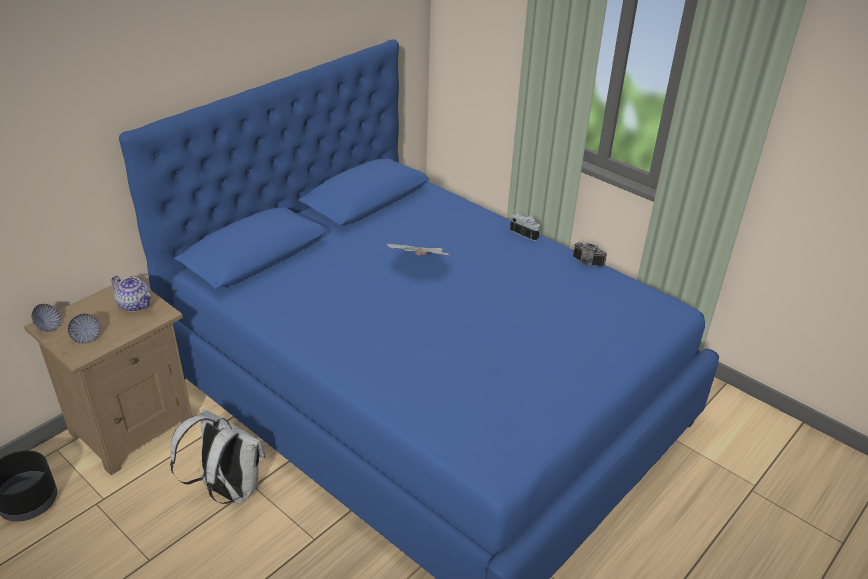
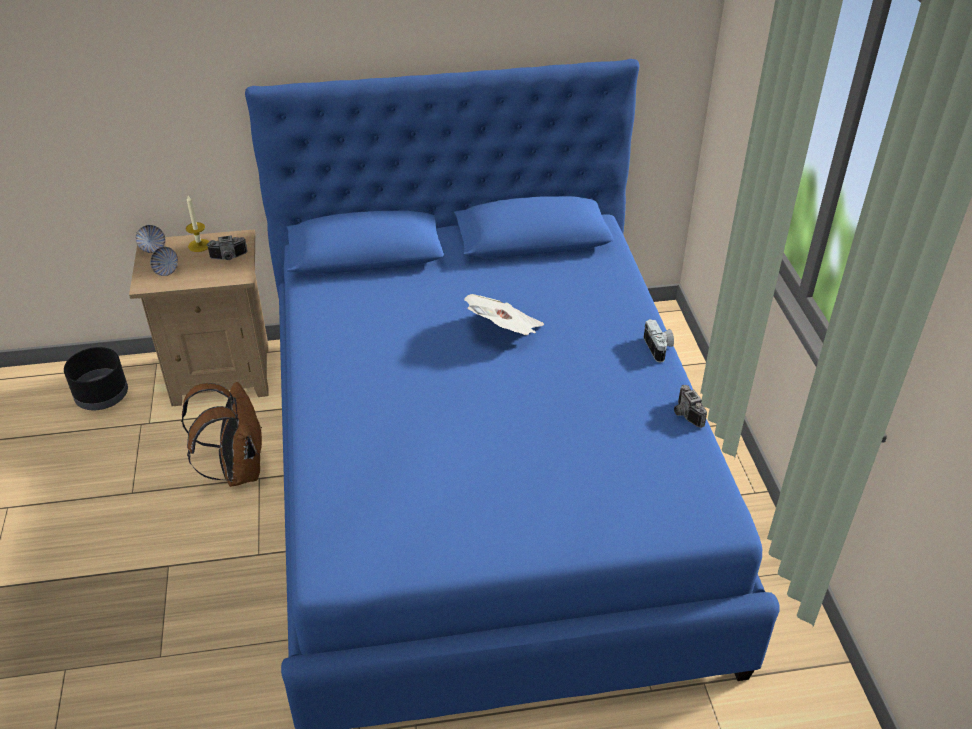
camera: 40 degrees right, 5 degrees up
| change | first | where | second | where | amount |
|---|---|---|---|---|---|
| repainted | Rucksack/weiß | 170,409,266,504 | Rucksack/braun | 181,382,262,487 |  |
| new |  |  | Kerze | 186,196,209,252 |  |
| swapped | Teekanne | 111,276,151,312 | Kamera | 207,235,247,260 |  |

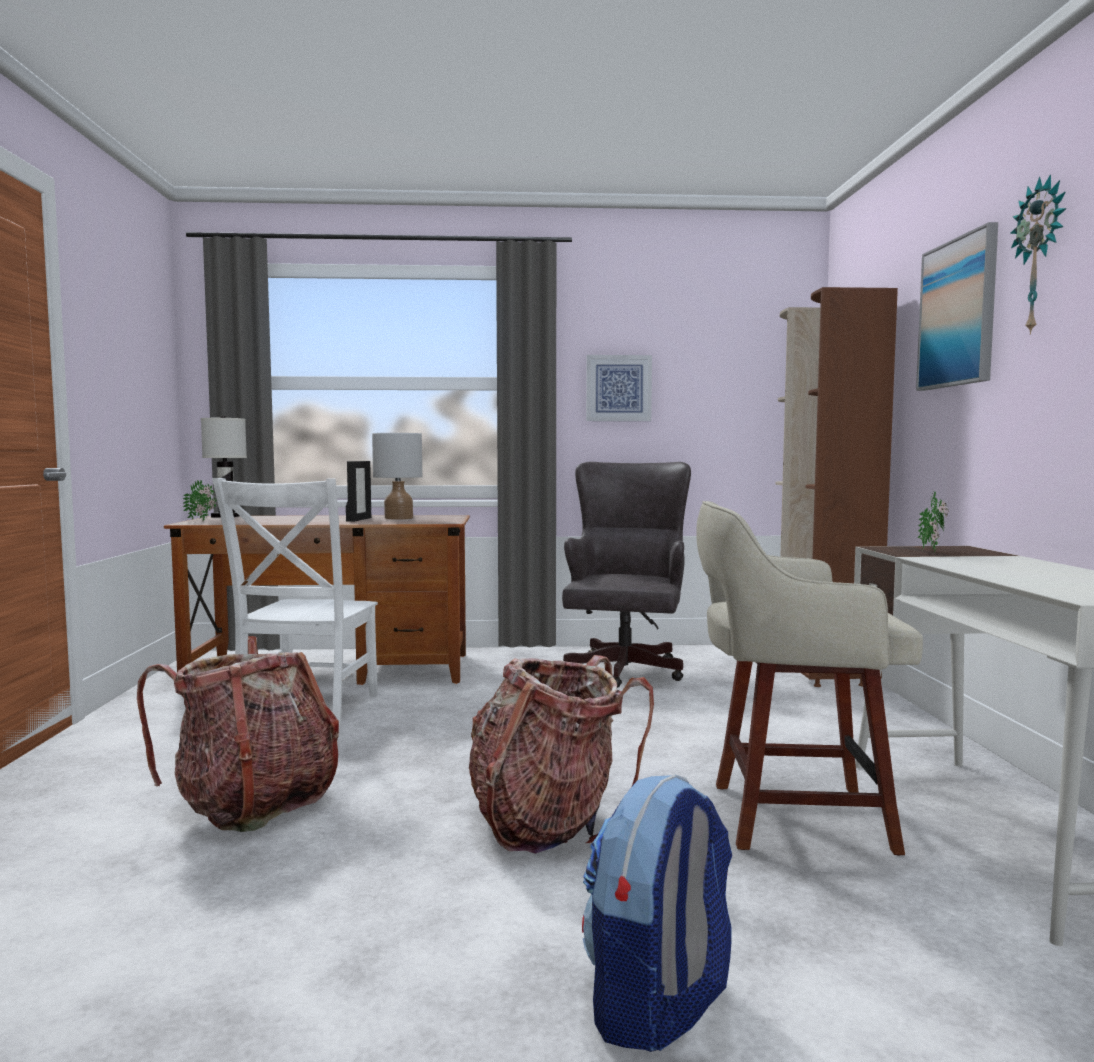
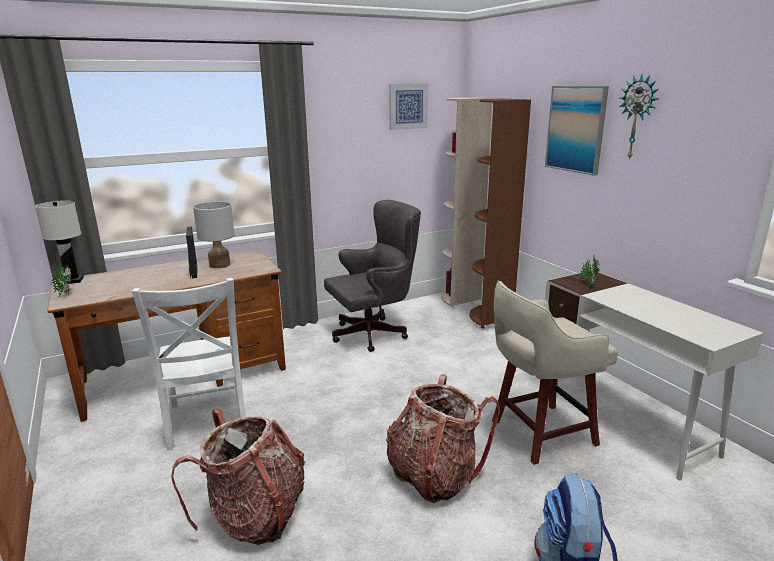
camera: 25 degrees left, 15 degrees up
| change | first | where | second | where | amount |
|---|---|---|---|---|---|
| rotated | Bürostuhl/grau | 562,462,691,688 |  | 324,200,421,352 | 75 degrees clockwise |
| shifted | Bild | 586,355,652,421 |  | 389,83,428,130 |  |

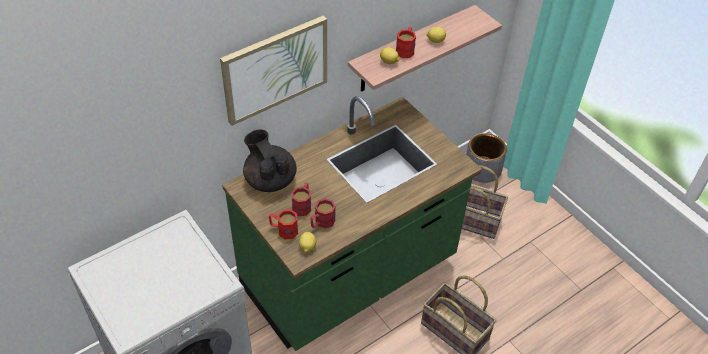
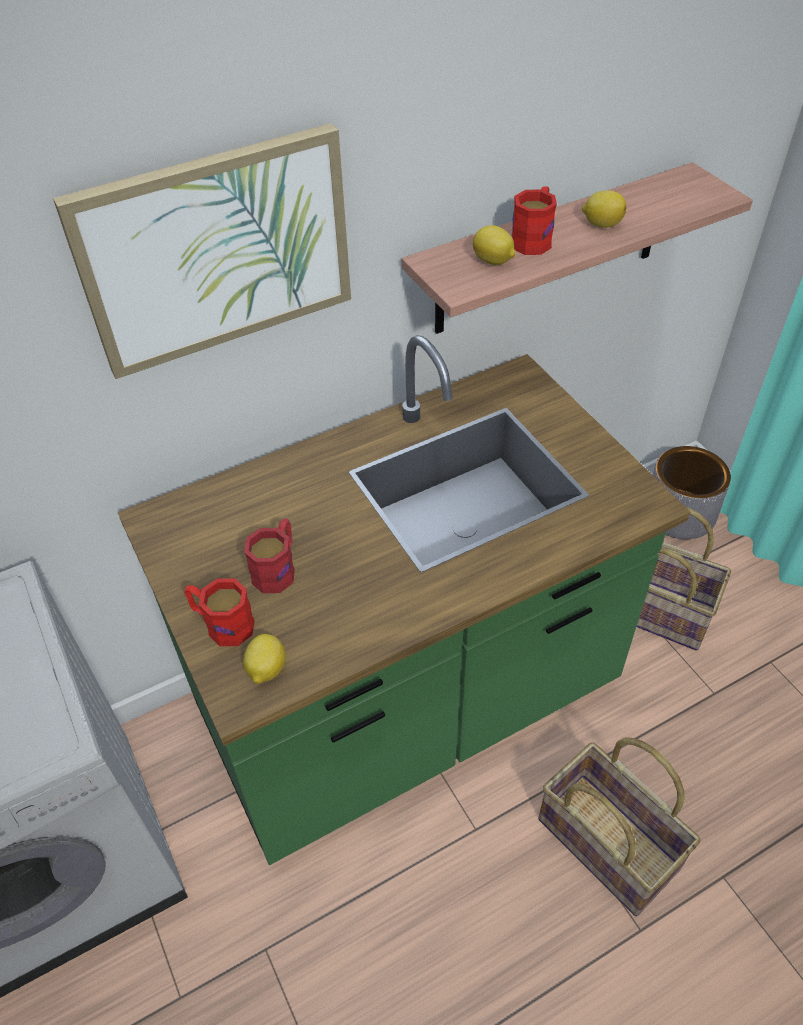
camera: 10 degrees right, 0 degrees up
| change | first | where | second | where | amount |
|---|---|---|---|---|---|
| gone | Teekanne/schwarz | 243,129,297,192 |  |  |  |
| gone | Henkelbecher/rot | 310,198,336,229 |  |  |  |

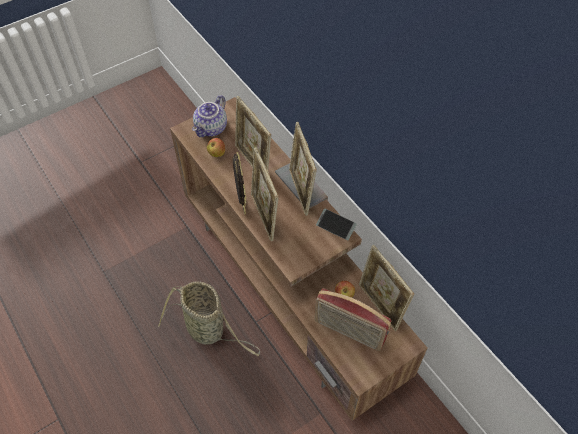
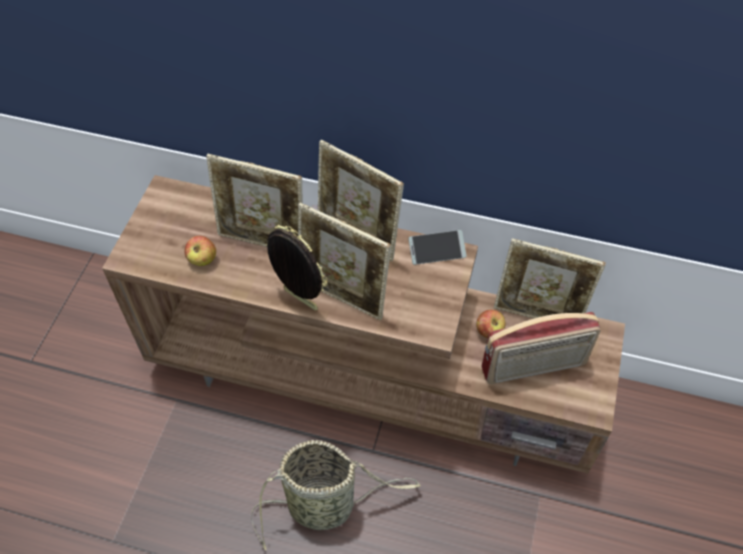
camera: 40 degrees left, 0 degrees up
| change | first | where | second | where | amount |
|---|---|---|---|---|---|
| gone | Teekanne | 192,95,227,137 |  |  |  |

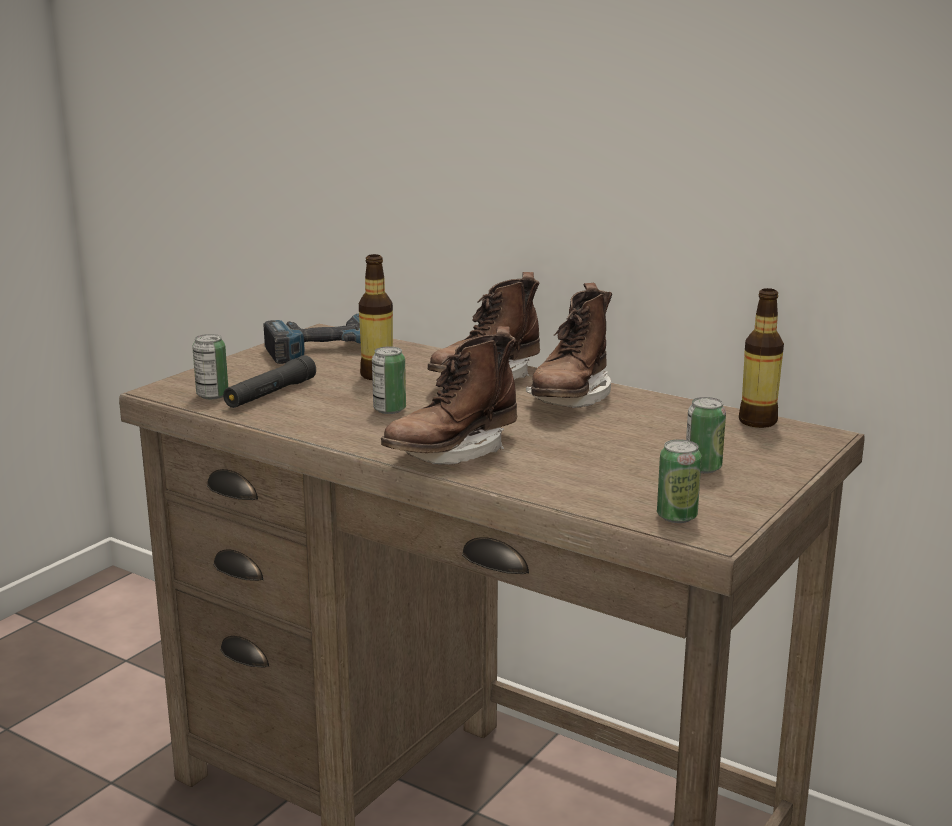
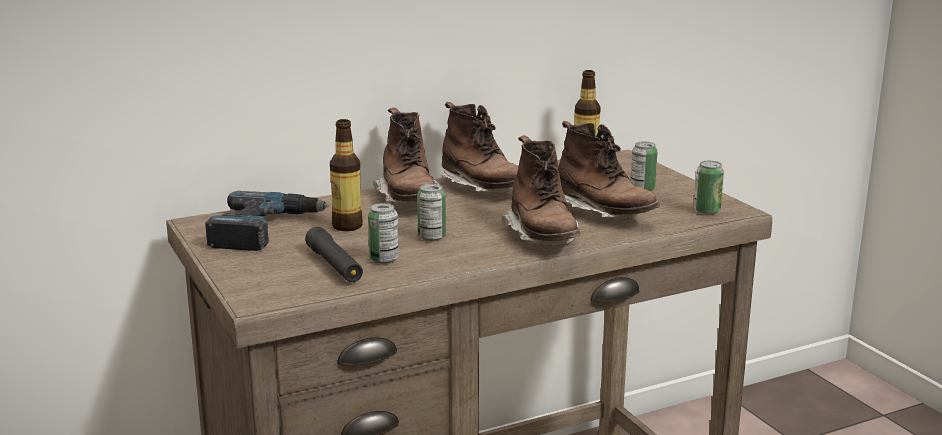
camera: 60 degrees left, 0 degrees up
| change | first | where | second | where | amount |
|---|---|---|---|---|---|
| shifted | Dose | 192,334,228,399 |  | 368,203,399,264 |  |
| new |  |  | Stiefel/braun | 558,121,660,220 |  |

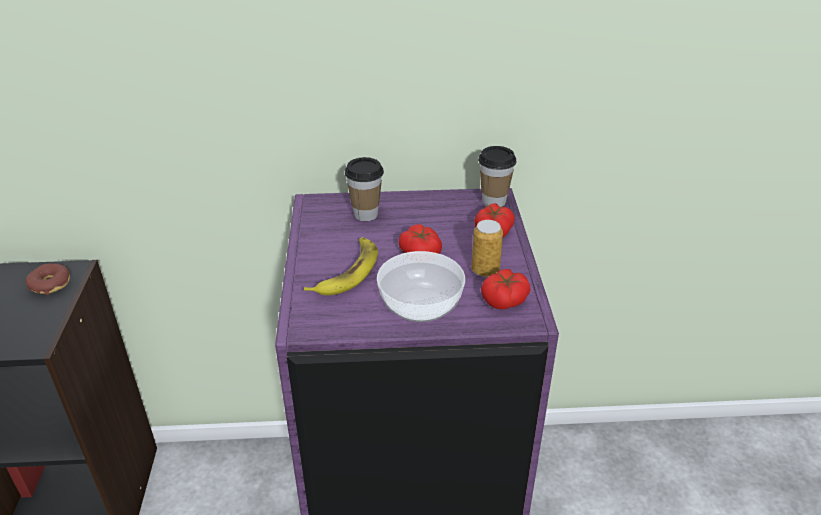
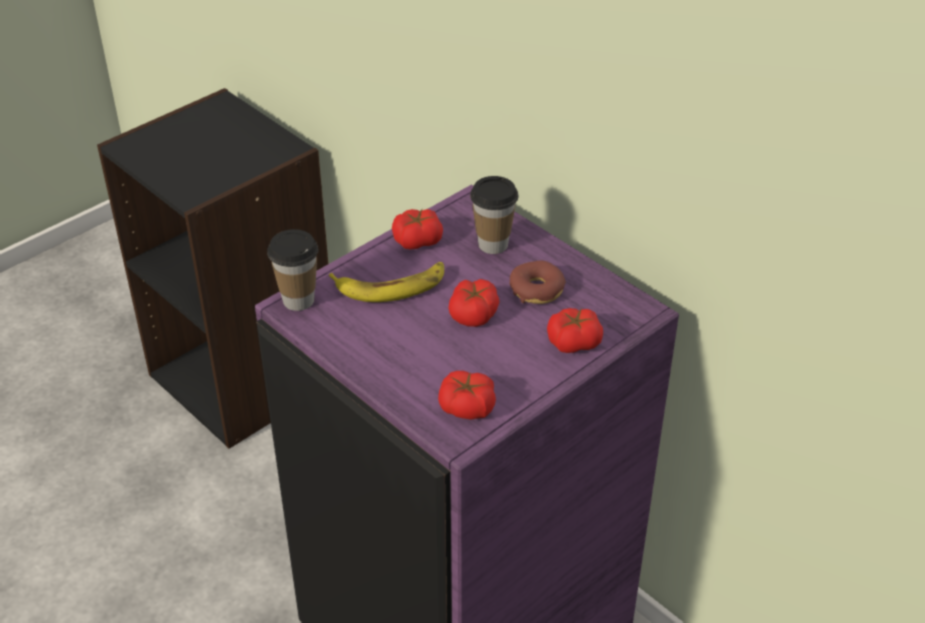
camera: 50 degrees right, 5 degrees up
| change | first | where | second | where | amount |
|---|---|---|---|---|---|
| shifted | Tasse | 478,146,516,207 |  | 267,229,318,311 |  |
| new |  |  | Tomate | 392,209,443,249 |  |
| shifted | Donut | 26,263,70,295 |  | 509,261,566,304 |  |
| gone | Schüssel | 377,251,465,322 |  |  |  |
| gone | Dose | 472,220,503,277 |  |  |  |

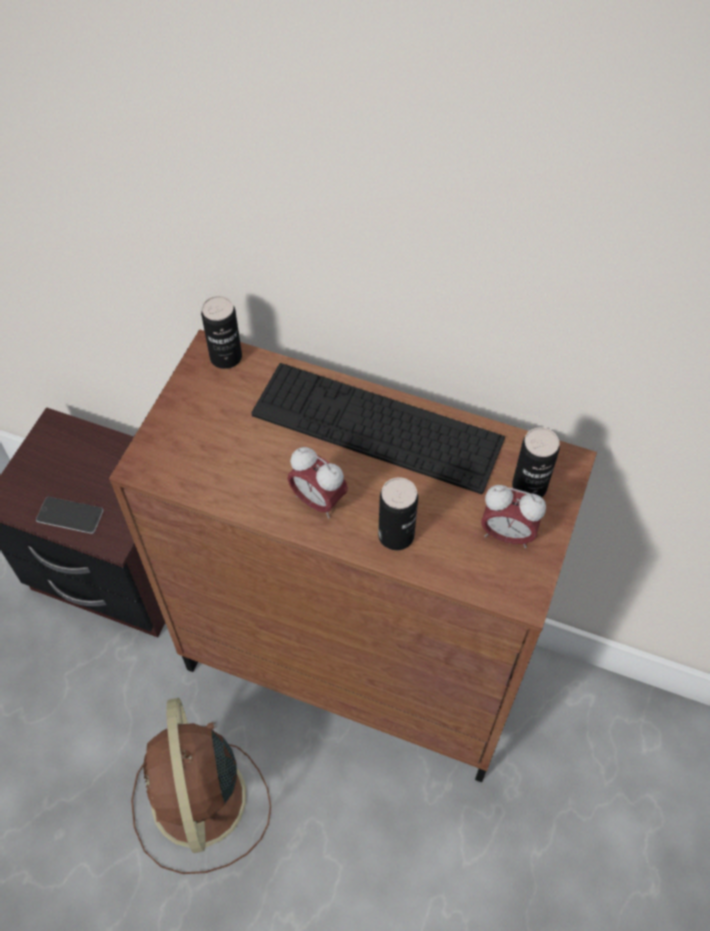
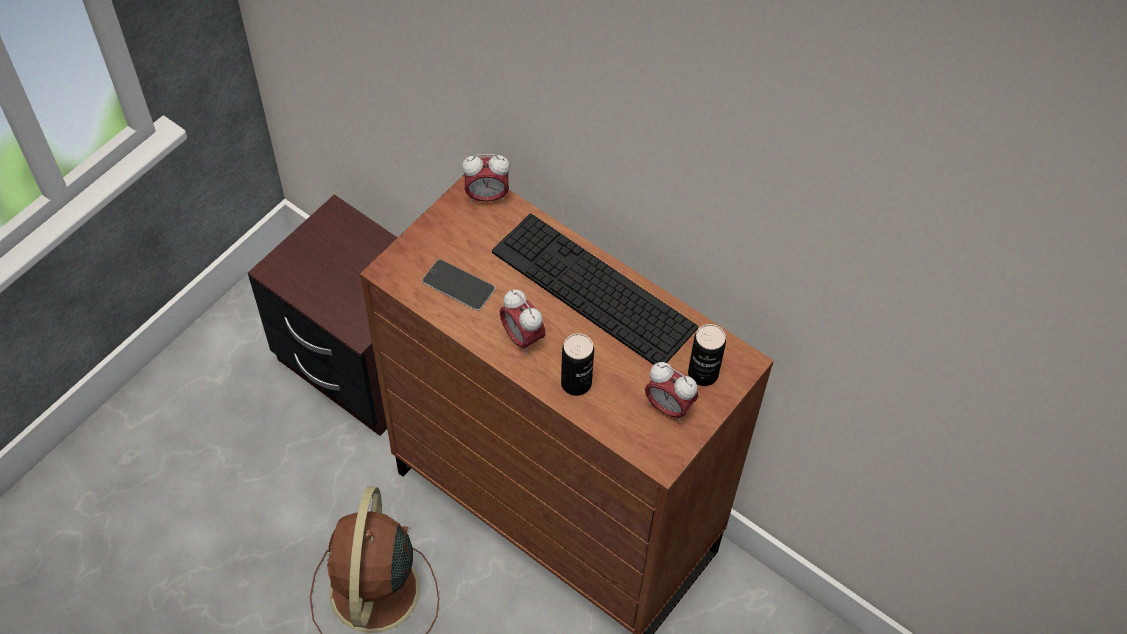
camera: 15 degrees right, 0 degrees up
| change | first | where | second | where | amount |
|---|---|---|---|---|---|
| shifted | Handy | 36,497,104,534 |  | 422,259,495,311 |  |
| swapped | Dose | 201,296,242,369 | Wecker | 462,154,510,203 |  |

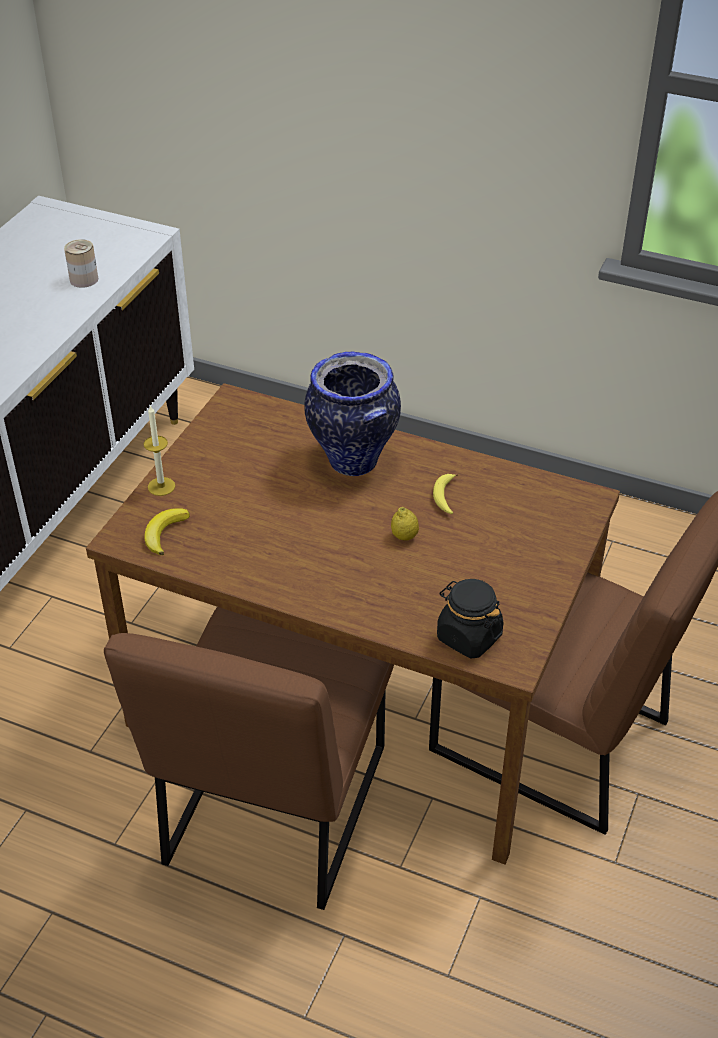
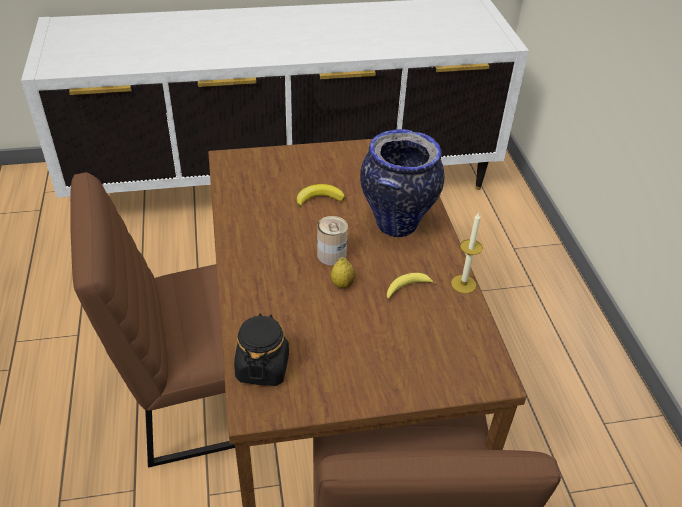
camera: 55 degrees right, 0 degrees up
| change | first | where | second | where | amount |
|---|---|---|---|---|---|
| shifted | Banane | 145,508,190,555 |  | 297,184,345,207 |  |
| shifted | Dose | 64,239,98,288 |  | 317,216,348,265 |  |
| shifted | Kerze | 144,405,175,496 |  | 451,212,483,293 |  |

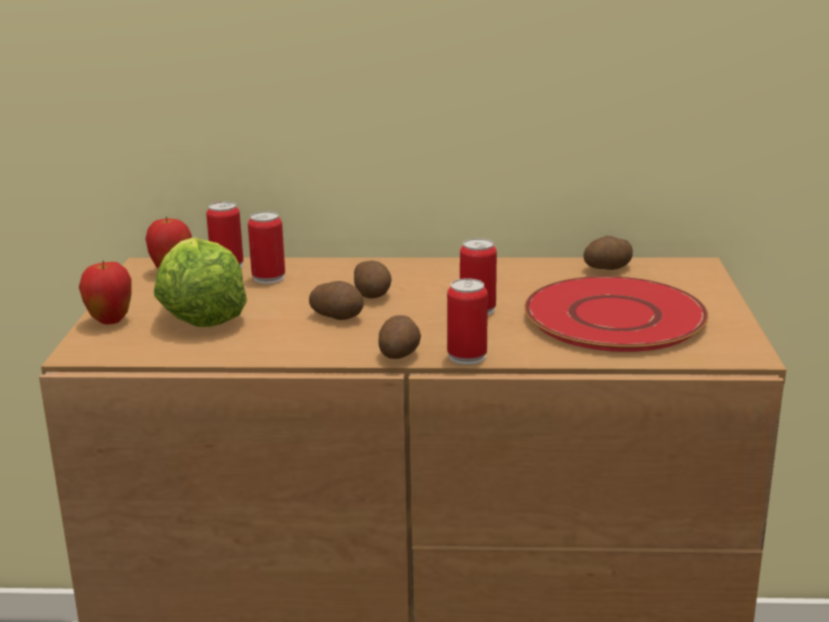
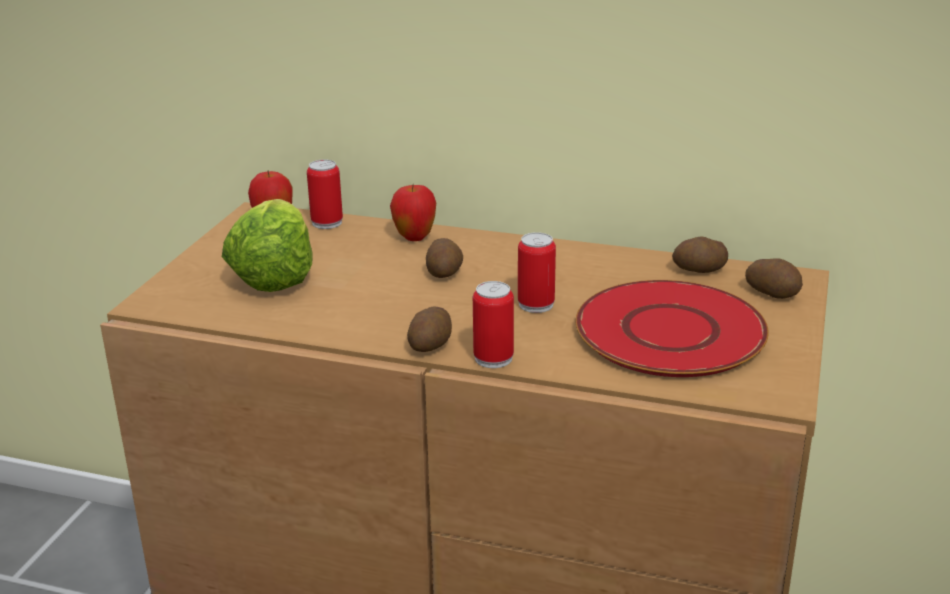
camera: 15 degrees right, 5 degrees up
| change | first | where | second | where | amount |
|---|---|---|---|---|---|
| shifted | Apfel | 79,260,132,324 |  | 390,184,436,241 |  |
| shifted | Kartoffel | 309,281,364,320 |  | 745,258,803,299 |  |
| gone | Dose | 248,212,285,284 |  |  |  |

